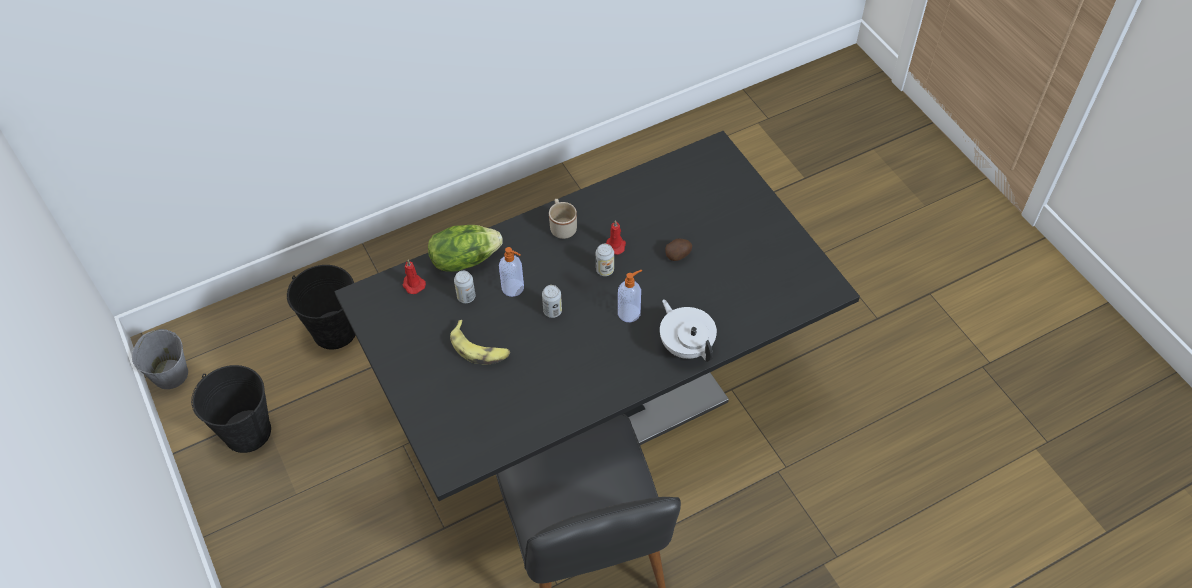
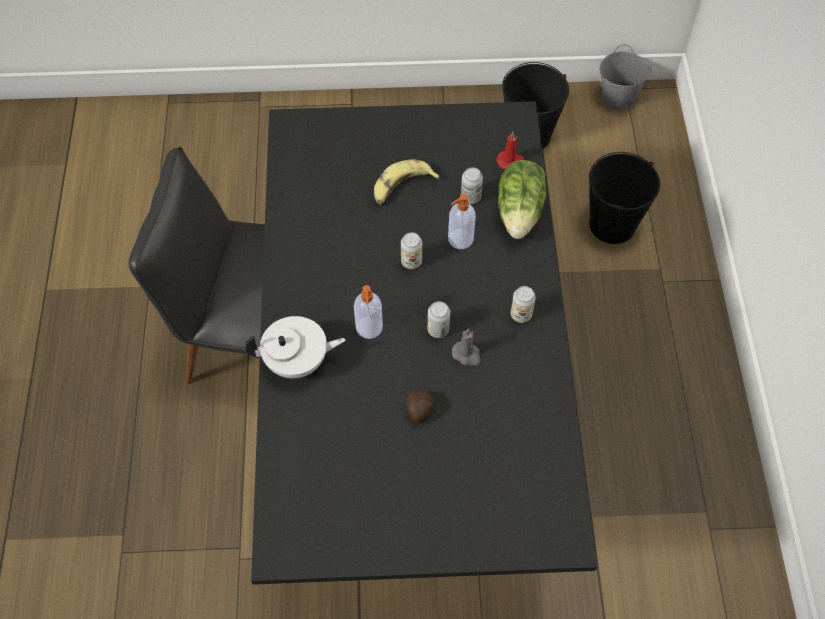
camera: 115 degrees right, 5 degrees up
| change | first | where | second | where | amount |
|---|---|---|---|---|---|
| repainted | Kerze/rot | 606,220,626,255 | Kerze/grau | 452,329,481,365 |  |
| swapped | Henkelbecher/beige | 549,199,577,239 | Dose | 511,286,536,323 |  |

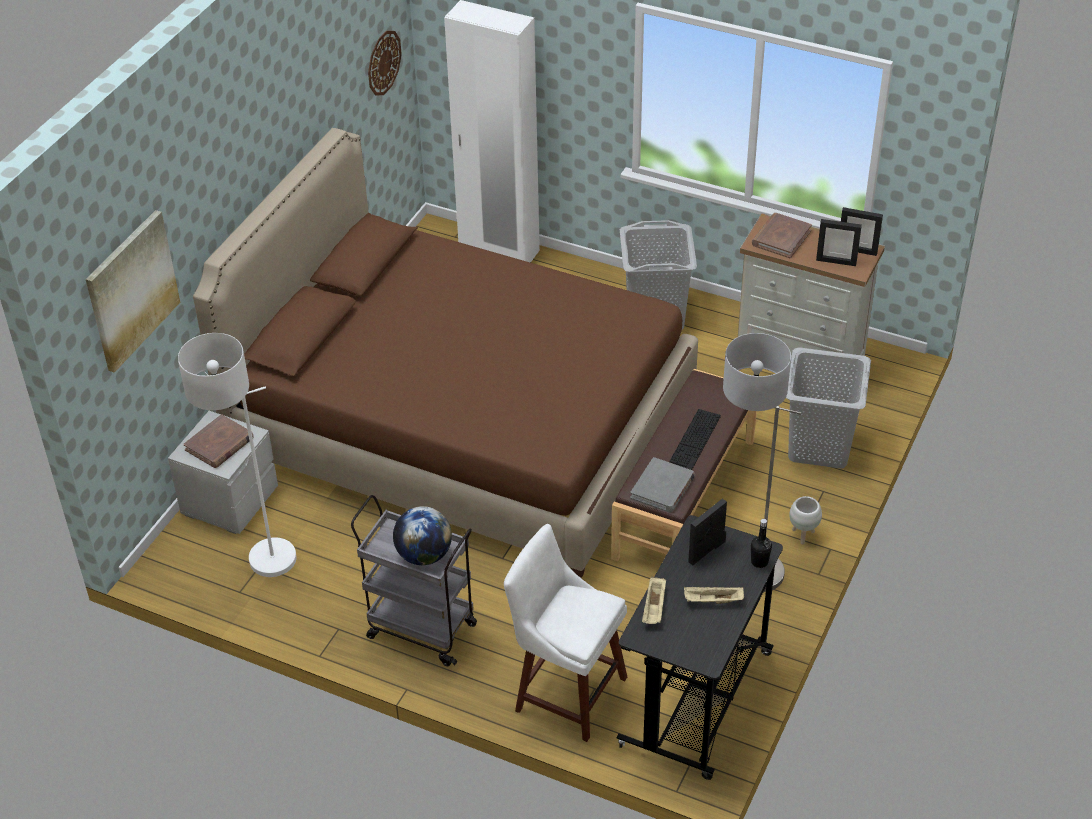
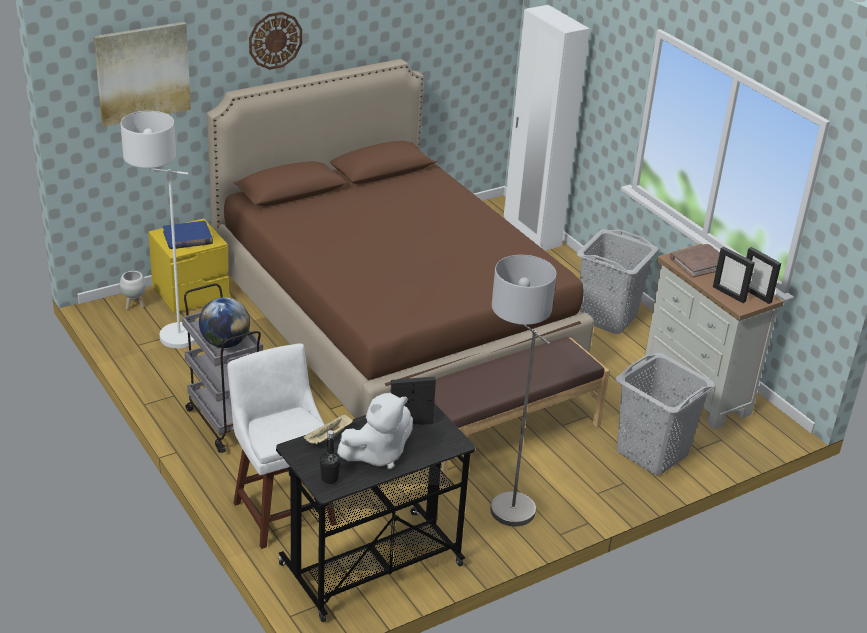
camera: 30 degrees right, 10 degrees down
| change | first | where | second | where | amount |
|---|---|---|---|---|---|
| shifted | Pflanzkübel/weiß | 789,496,822,544 |  | 120,271,146,310 |  |
| repainted | Nachttisch/weiß | 168,411,278,534 | Nachttisch/gelb | 148,218,229,313 |  |
| repainted | Buch/braun | 184,414,254,468 | Buch/blau | 163,221,213,249 |  |
| shifted | Wanduhr | 368,31,402,96 |  | 249,12,302,70 |  |
| shifted | Flasche/schwarz | 751,519,772,568 |  | 320,430,341,484 |  |
| swapped | Tablett/beige | 684,587,744,604 | Plüschtier/weiß | 337,393,413,469 |  |
| gone | Buch/grau | 630,457,695,513 |  |  |  |
| gone | Tastatur | 669,409,721,470 |  |  |  |

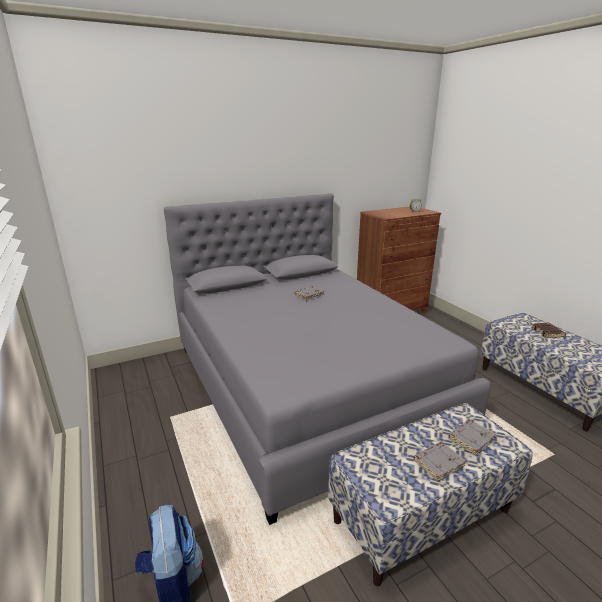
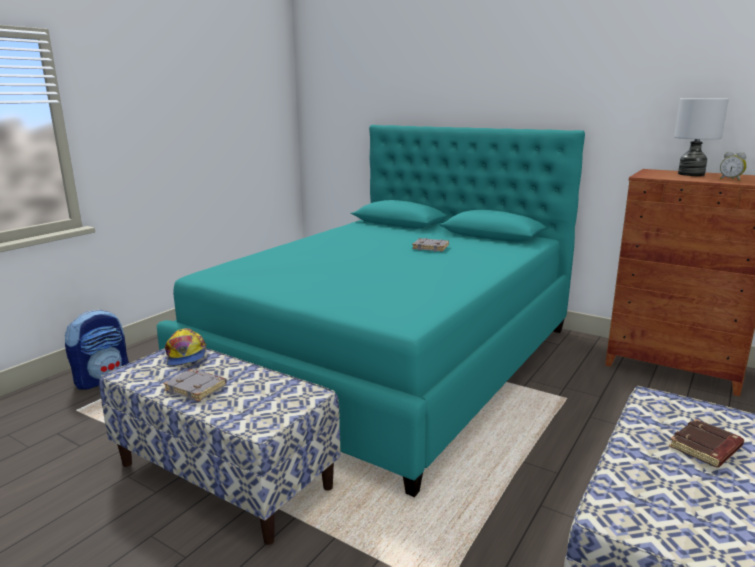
camera: 60 degrees right, 5 degrees down
| change | first | where | second | where | amount |
|---|---|---|---|---|---|
| repainted | Bett/grau | 164,193,491,525 | Bett/türkis | 157,125,585,497 |  |
| new |  |  | Kappe | 165,328,206,366 |  |
| new |  |  | Tischlampe/grau | 674,98,729,176 |  |
| gone | Buch/grau | 448,419,496,456 |  |  |  |

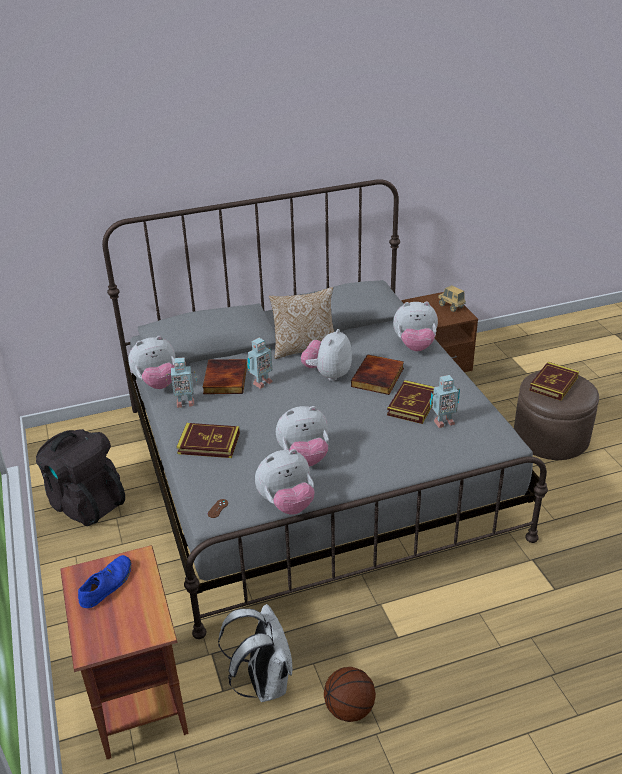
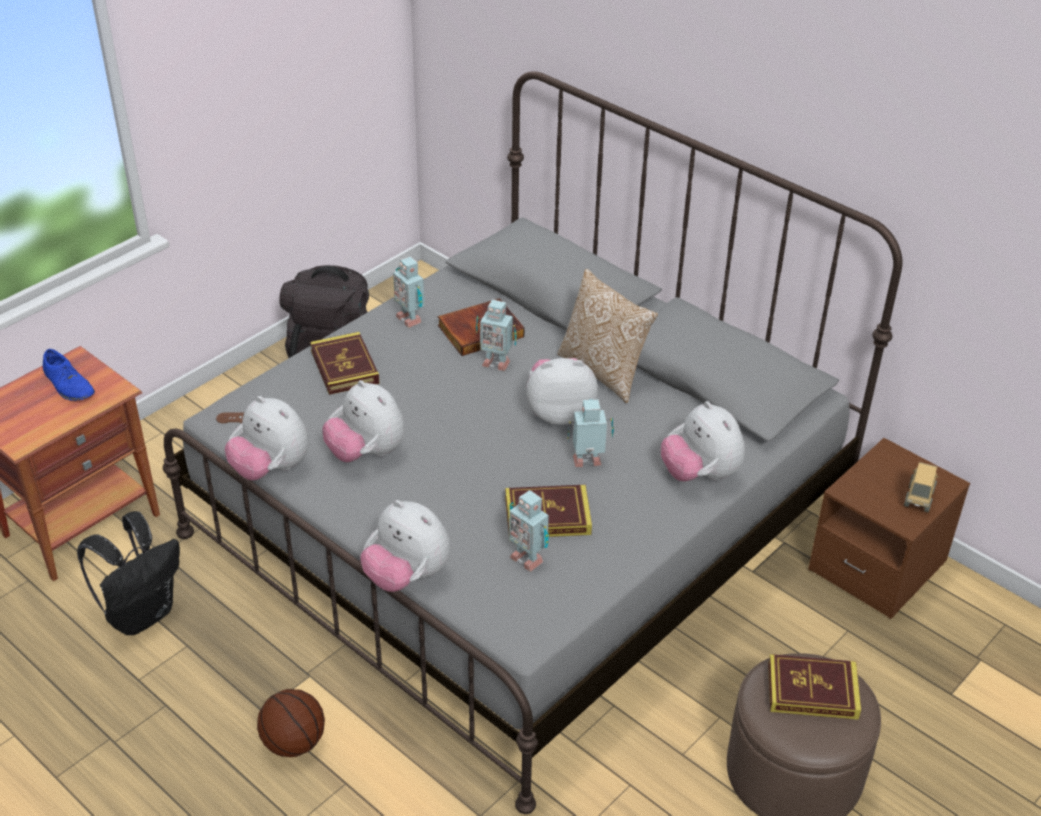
camera: 60 degrees right, 5 degrees up
| change | first | where | second | where | amount |
|---|---|---|---|---|---|
| rotated | Schuh/blau | 78,555,131,608 |  | 43,349,95,401 | 45 degrees clockwise |
| repainted | Rucksack/weiß | 218,604,293,702 | Rucksack/schwarz | 77,511,180,635 |  |
| shifted | Basketball | 324,667,376,722 |  | 257,689,325,757 |  |
| shifted | Plüschtier | 128,336,175,389 |  | 360,500,451,592 |  |
| swapped | Buch | 351,354,404,395 | Spielzeugroboter | 567,399,614,467 |  |

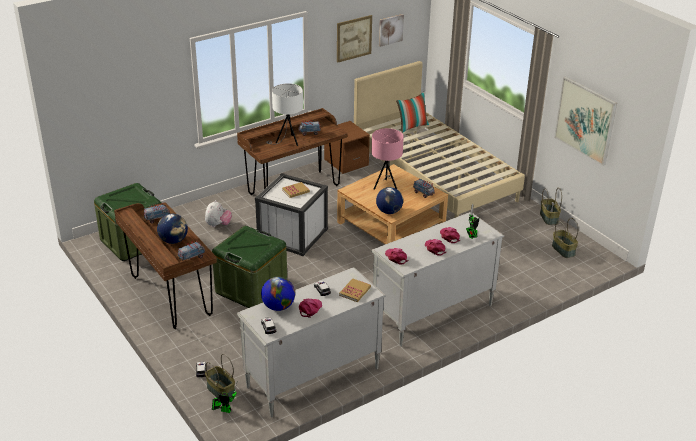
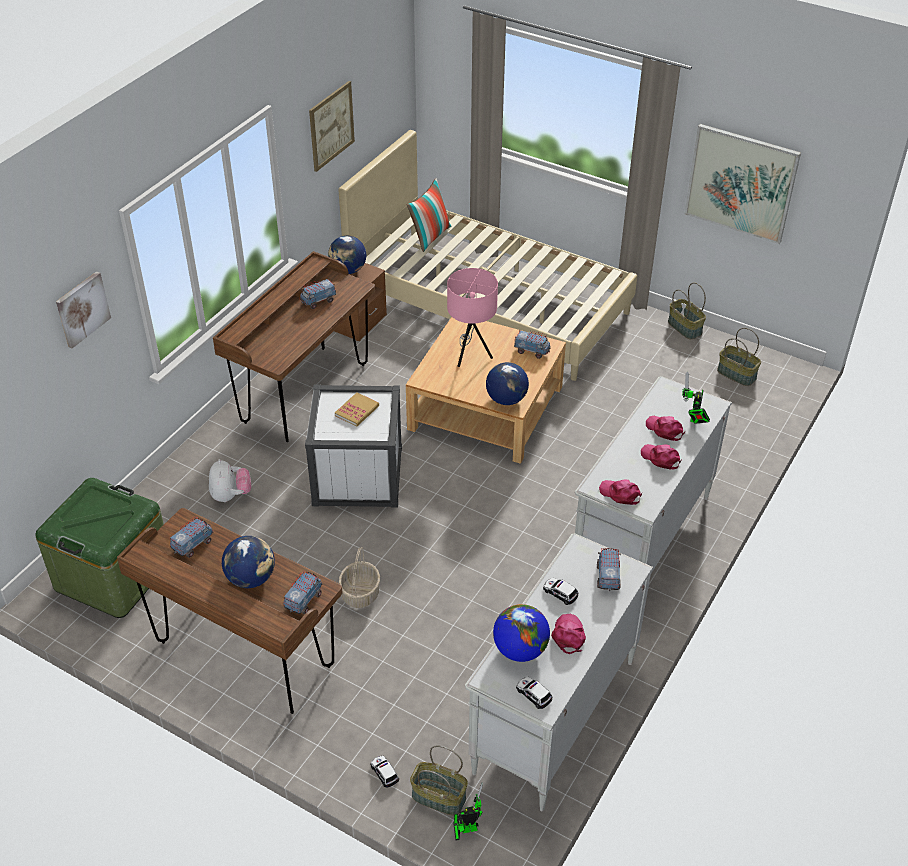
camera: 25 degrees left, 10 degrees up
| change | first | where | second | where | amount |
|---|---|---|---|---|---|
| shifted | Bild | 379,14,404,47 |  | 56,272,111,348 |  |
| new |  |  | Globus | 328,236,366,274 |  |
| swapped | Aufbewahrungsbox/grün | 212,226,287,308 | Korb | 339,547,380,608 |  |
| swapped | Buch | 339,278,371,302 | Spielzeuglaster | 597,548,621,591 |  |
| gone | Tischlampe/weiß | 266,84,303,146 |  |  |  |

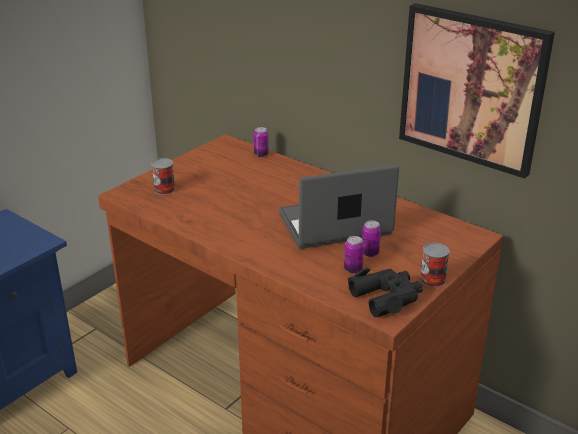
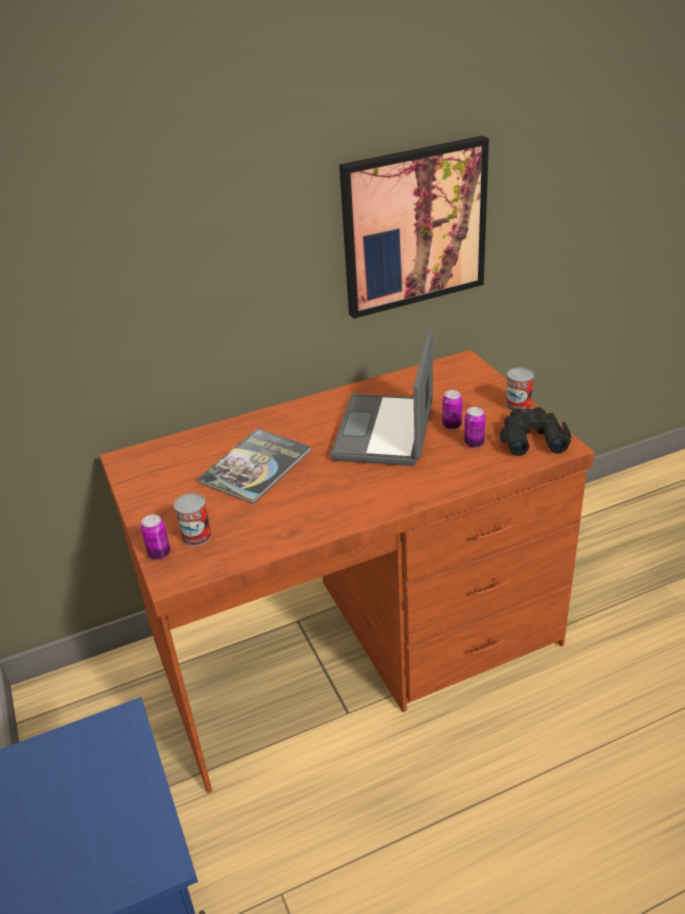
camera: 60 degrees left, 5 degrees up
| change | first | where | second | where | amount |
|---|---|---|---|---|---|
| shifted | Dose | 254,127,269,157 |  | 141,515,170,560 |  |
| new |  |  | Buch | 197,429,311,504 |  |

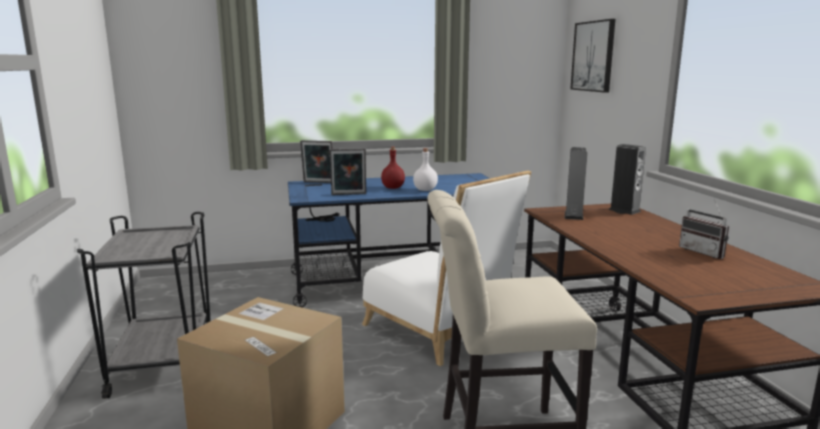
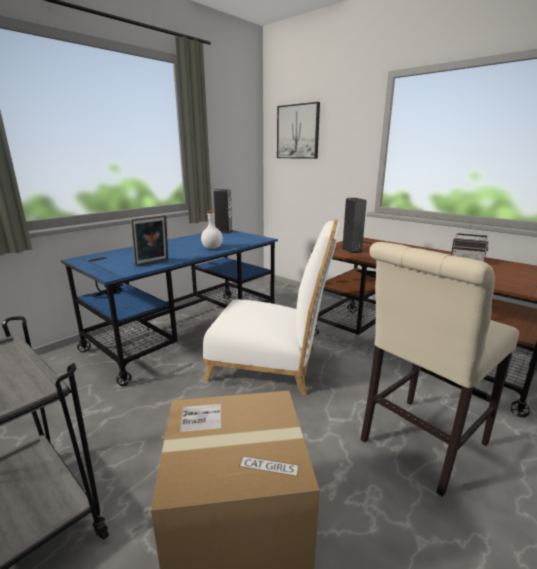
camera: 35 degrees left, 5 degrees up
| change | first | where | second | where | amount |
|---|---|---|---|---|---|
| shifted | Lautsprecher | 609,144,646,215 |  | 213,189,233,234 |  |
| gone | Bilderrahmen | 300,140,333,183 |  |  |  |
| gone | Flasche/rot | 381,147,405,189 |  |  |  |

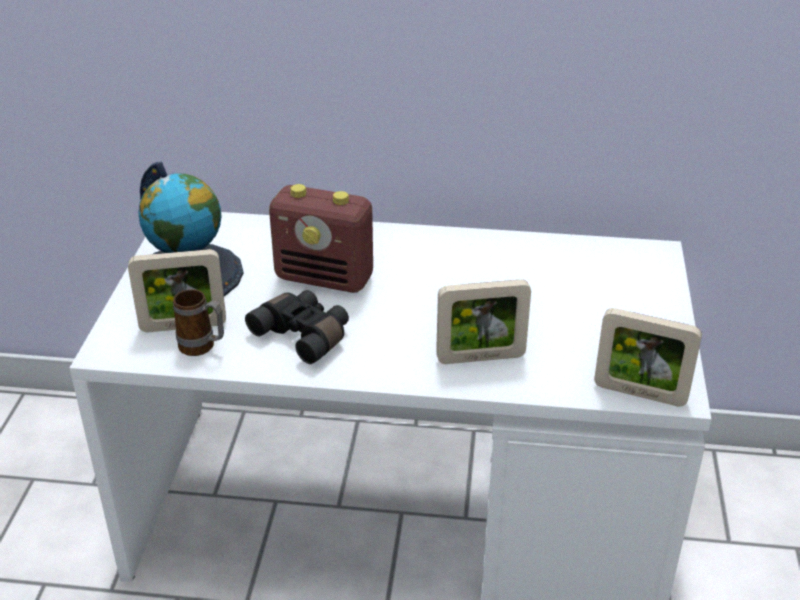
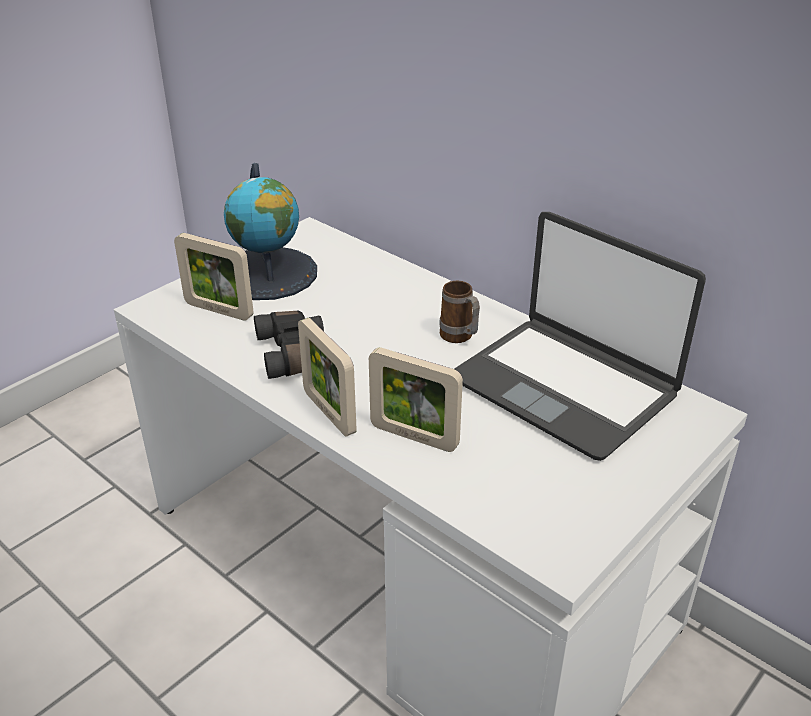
camera: 35 degrees right, 0 degrees up
| change | first | where | second | where | amount |
|---|---|---|---|---|---|
| shifted | Bilderrahmen | 594,308,702,407 |  | 298,318,357,437 |  |
| shifted | Henkelbecher | 173,289,224,356 |  | 439,280,480,343 |  |
| new |  |  | Laptop | 454,212,706,461 |  |
| gone | Radio | 269,184,373,293 |  |  |  |

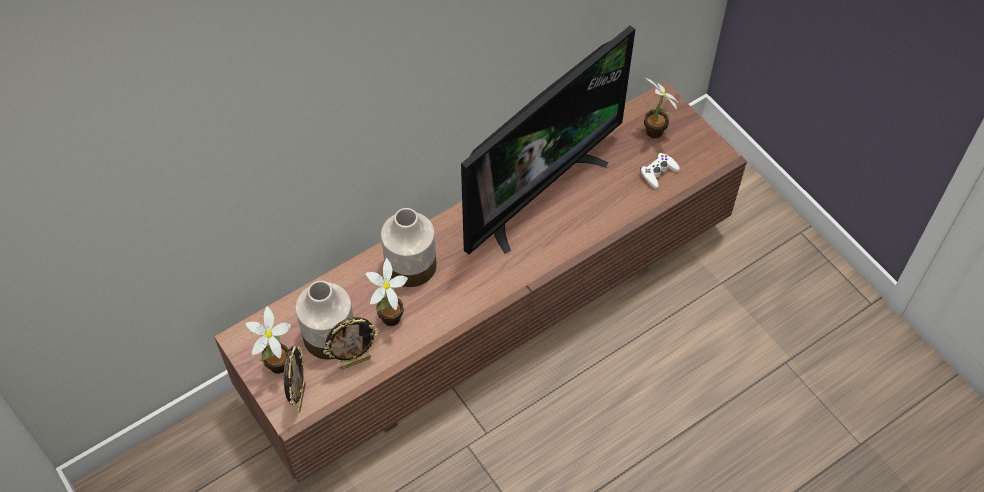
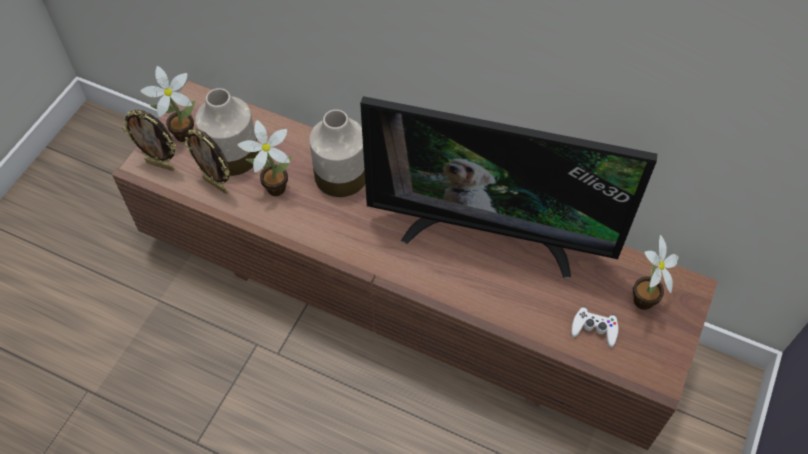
camera: 60 degrees right, 0 degrees up
| change | first | where | second | where | amount |
|---|---|---|---|---|---|
| rotated | Bilderrahmen | 284,346,306,413 |  | 122,110,176,171 | 45 degrees clockwise |

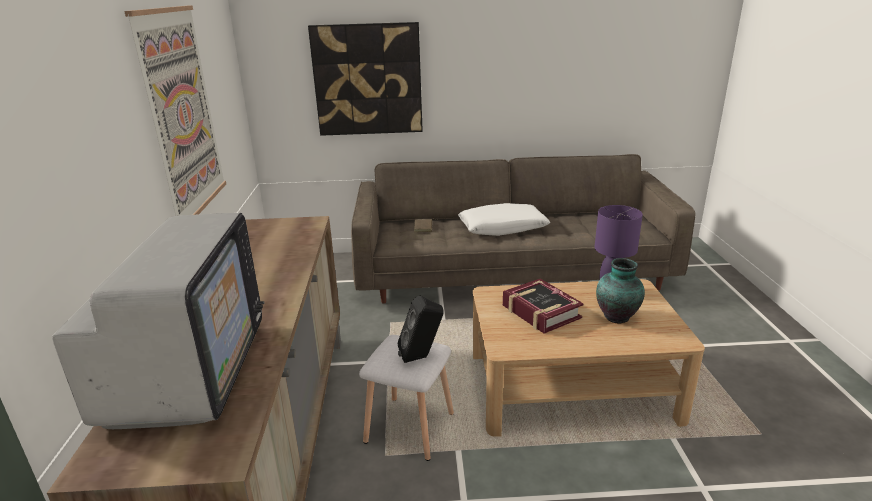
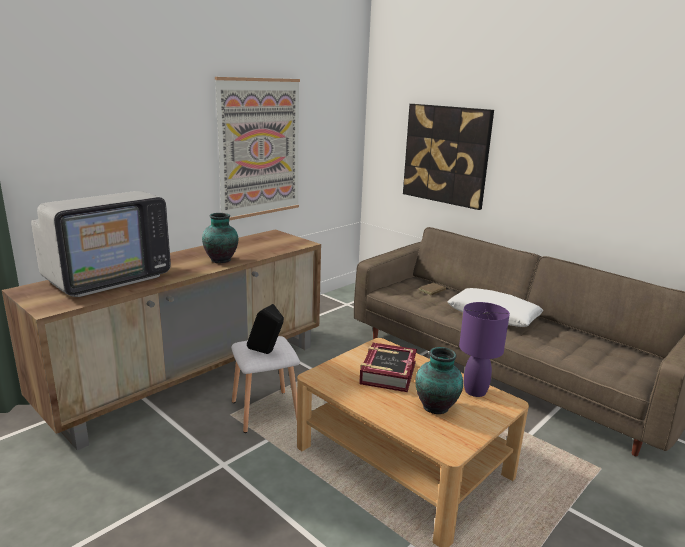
camera: 45 degrees right, 5 degrees down
| change | first | where | second | where | amount |
|---|---|---|---|---|---|
| new |  |  | Vase | 202,213,239,263 |  |

